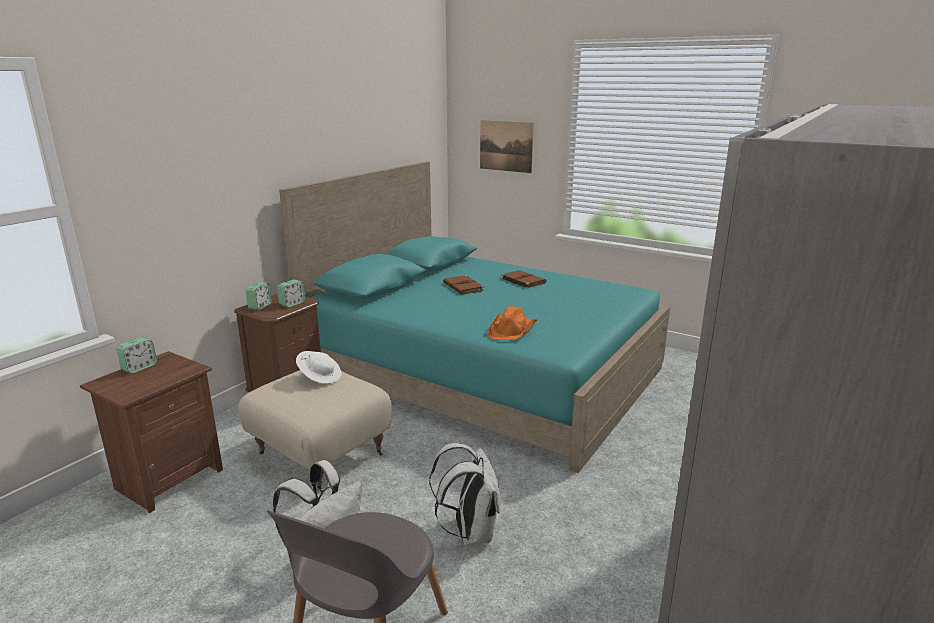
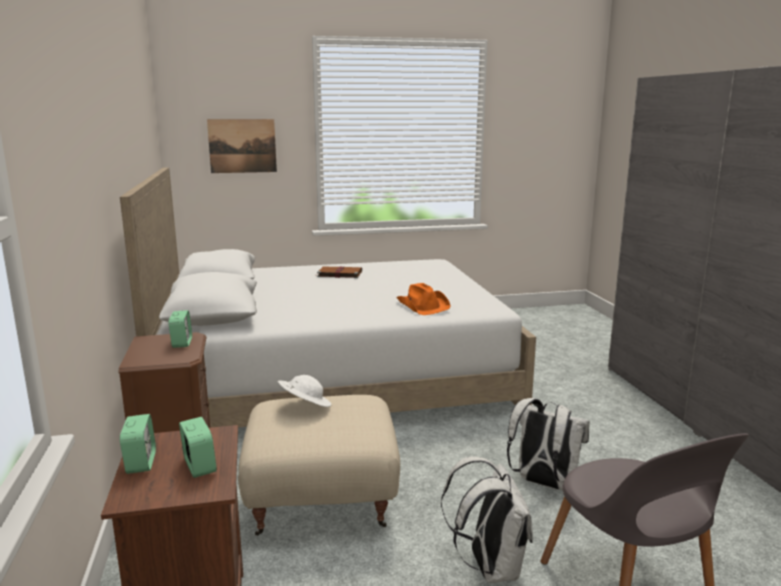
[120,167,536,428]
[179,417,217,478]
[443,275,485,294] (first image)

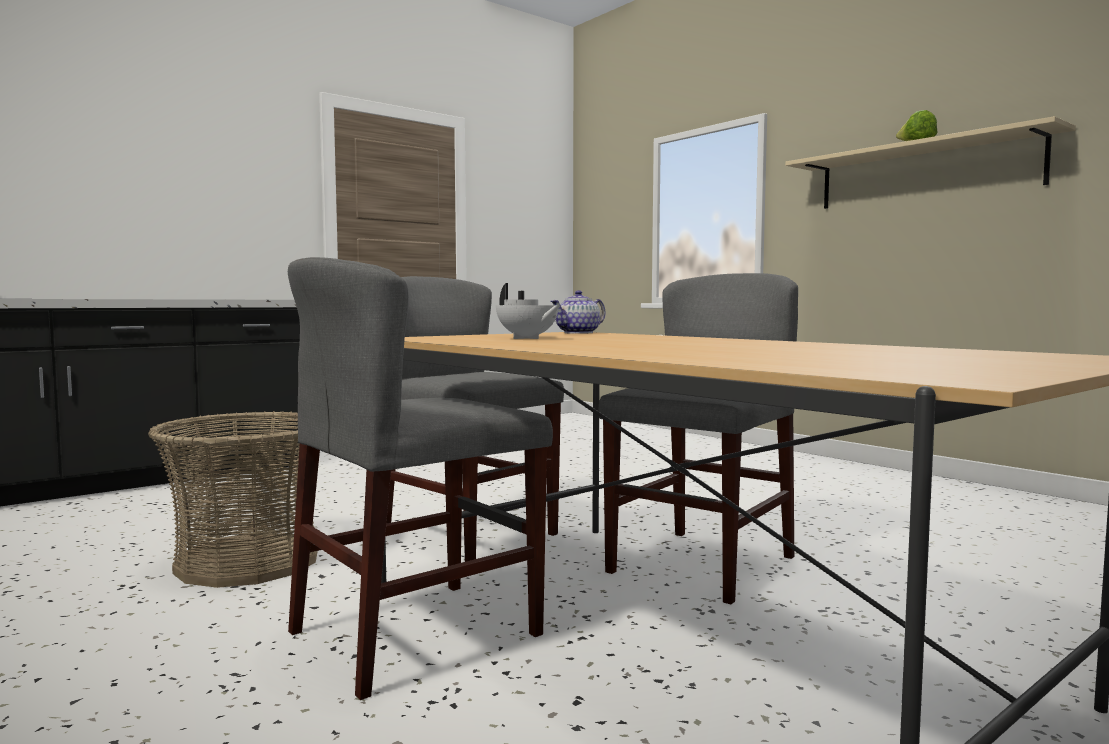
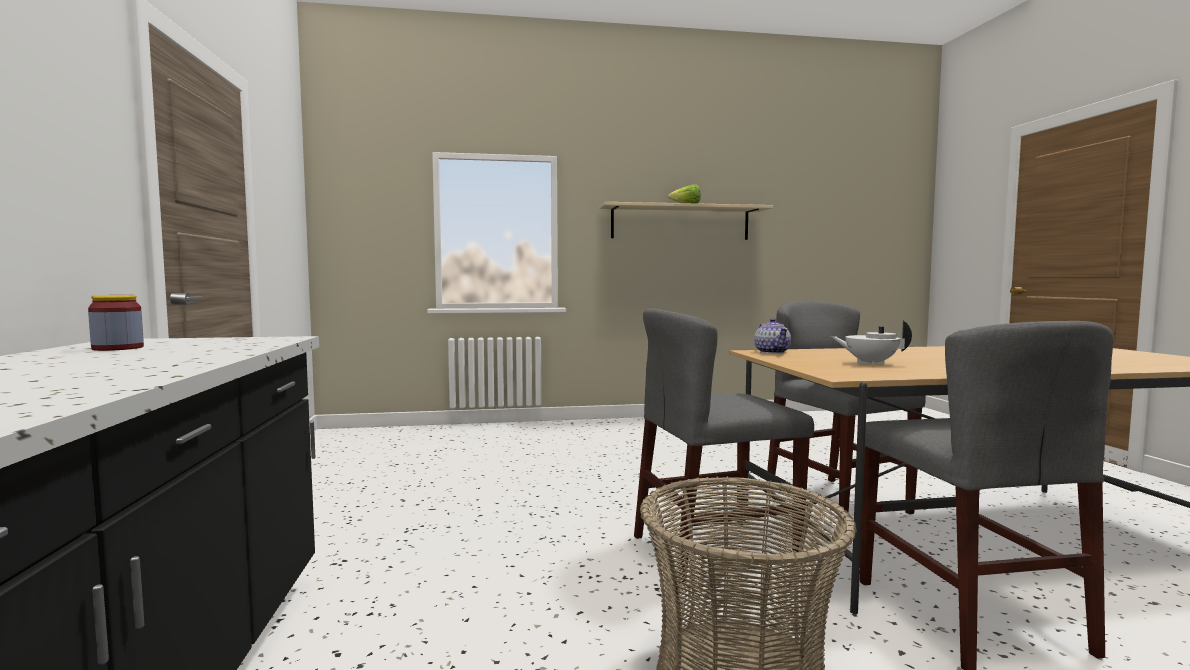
[88,295,144,351]
[831,321,912,365]

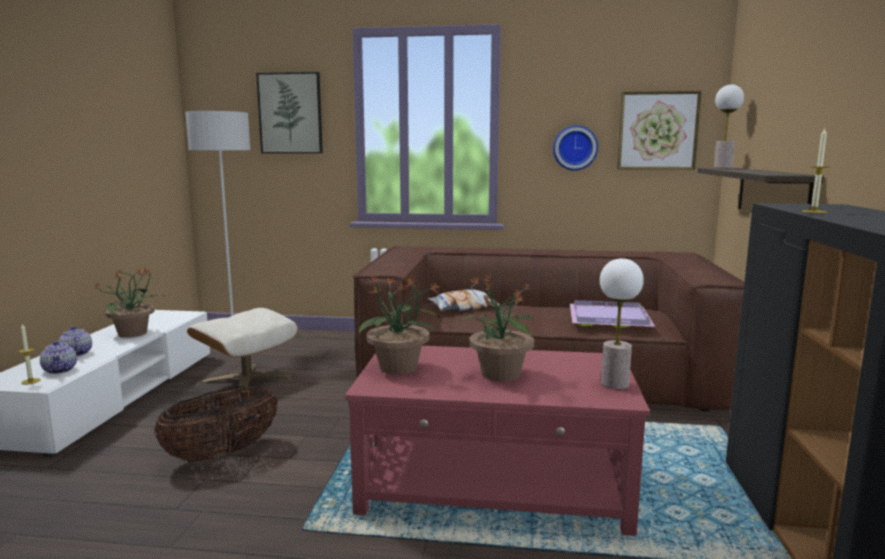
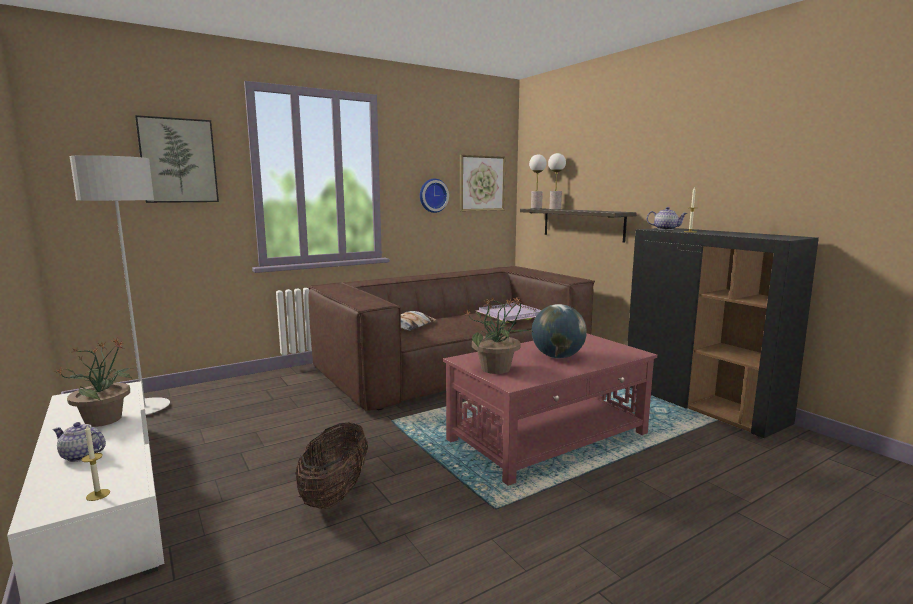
[532,304,587,358]
[548,153,566,209]
[647,207,688,230]
[187,308,298,395] (first image)

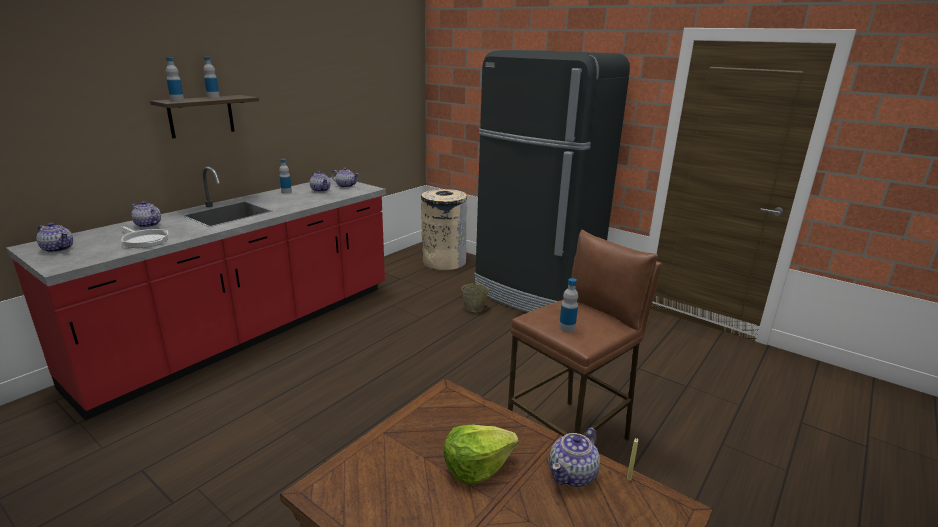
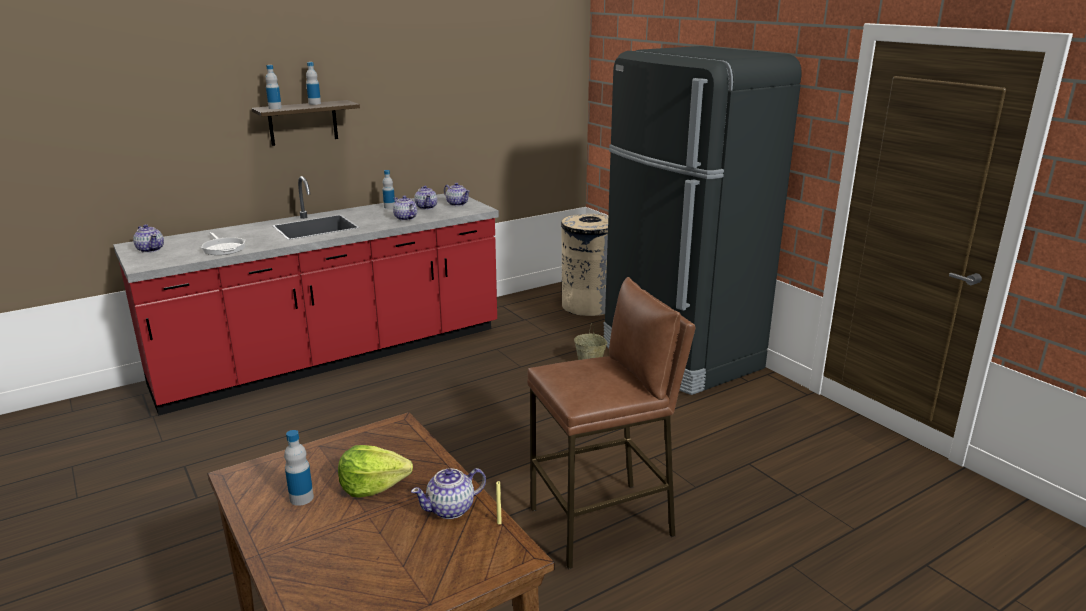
[284,430,314,506]
[393,196,417,221]

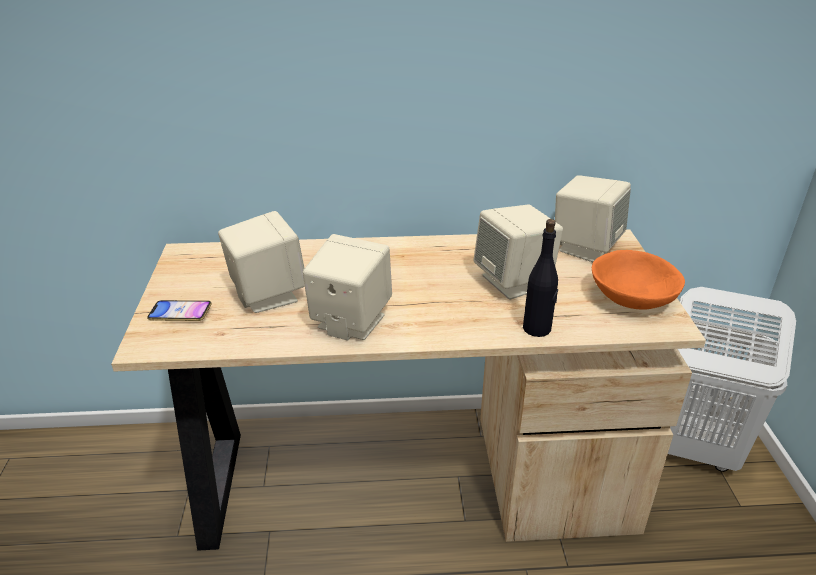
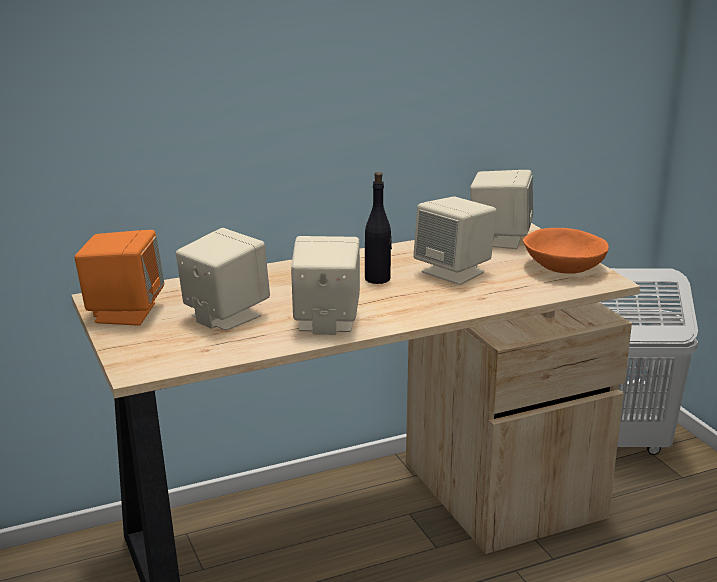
[75,230,164,326]
[365,172,392,284]
[147,300,212,321] (first image)

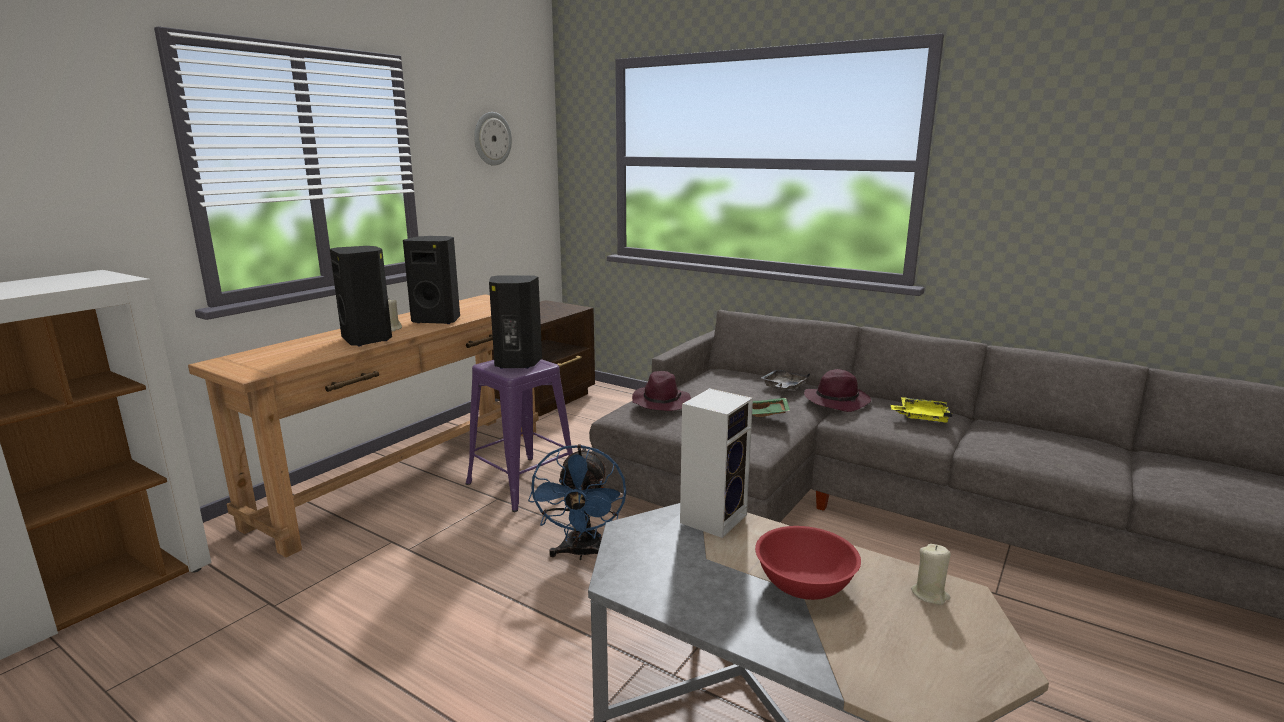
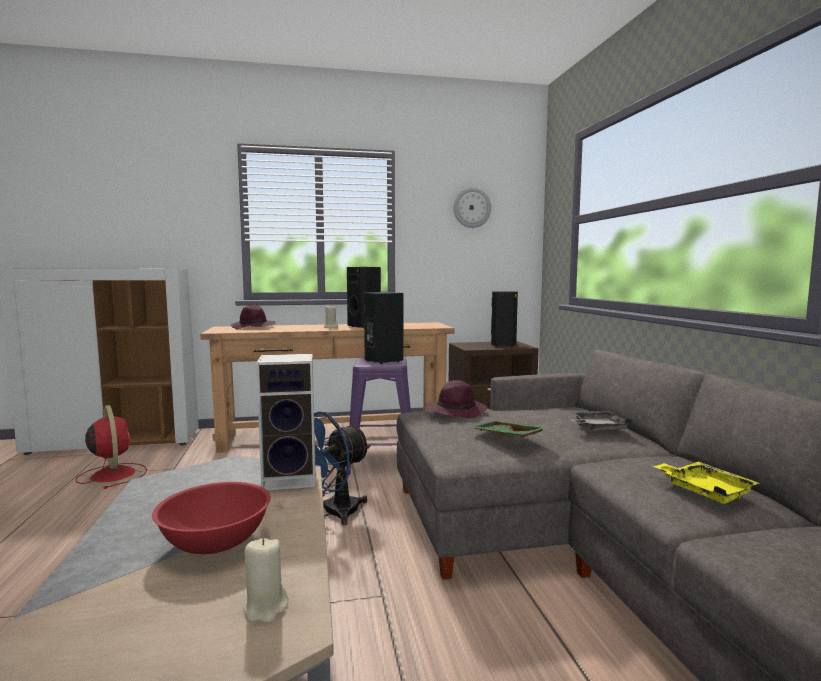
[75,405,147,489]
[231,305,276,329]
[491,291,518,346]

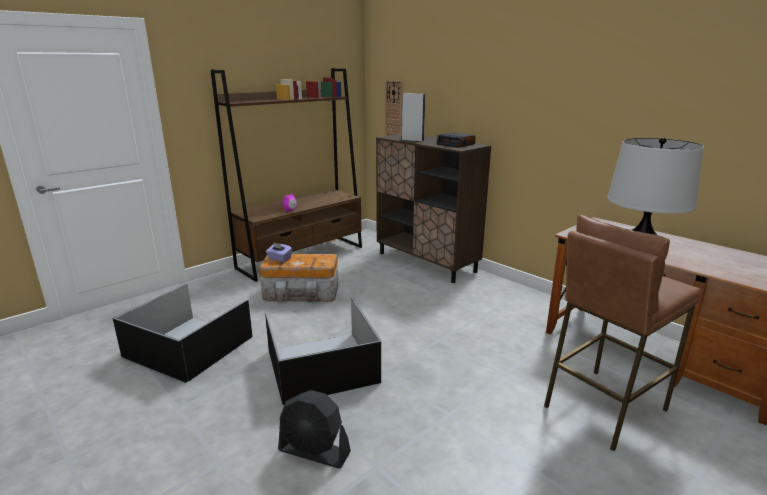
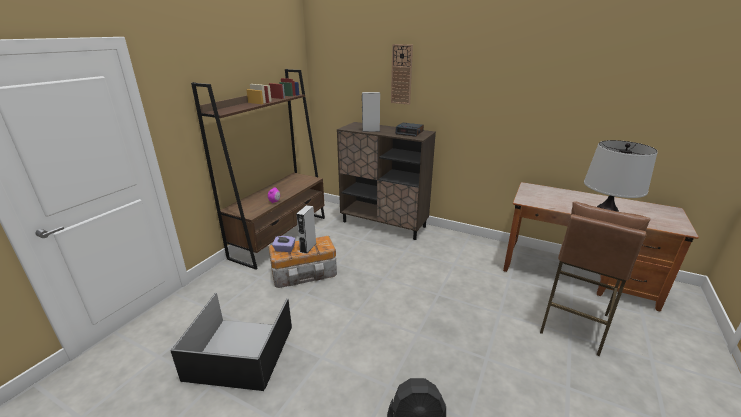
[296,205,316,254]
[391,44,413,105]
[265,298,381,405] (first image)

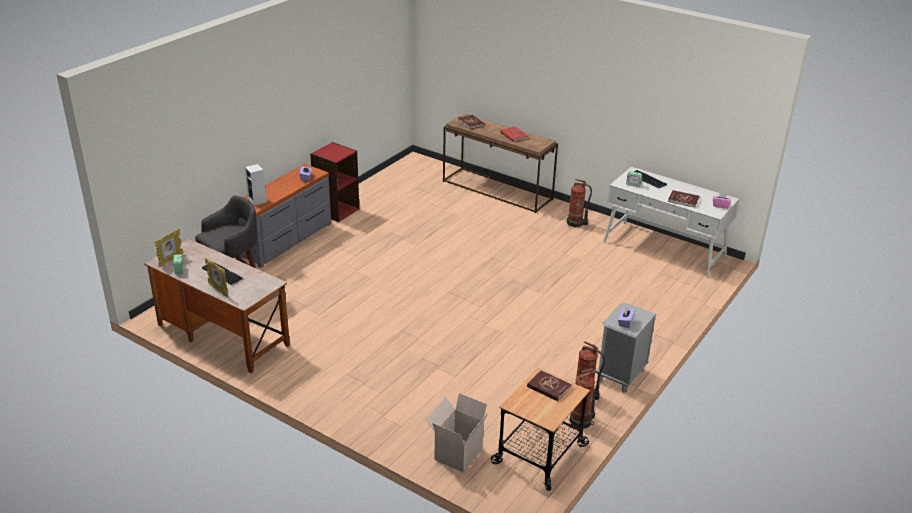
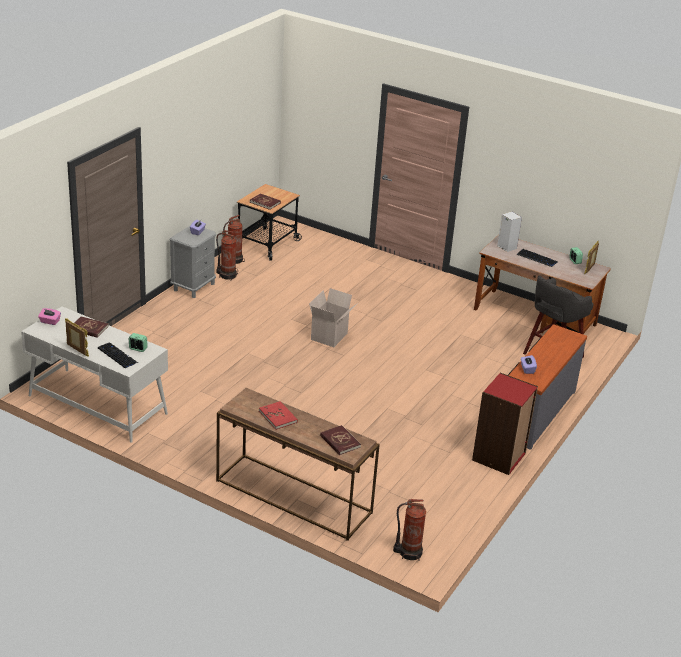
[65,318,89,357]
[309,288,358,347]
[393,499,426,561]
[497,211,522,252]

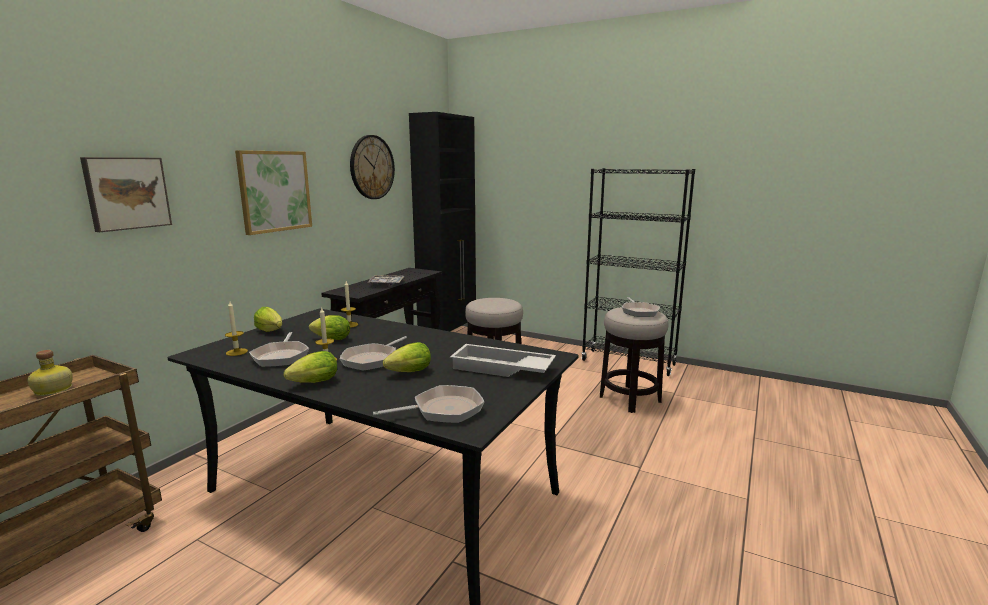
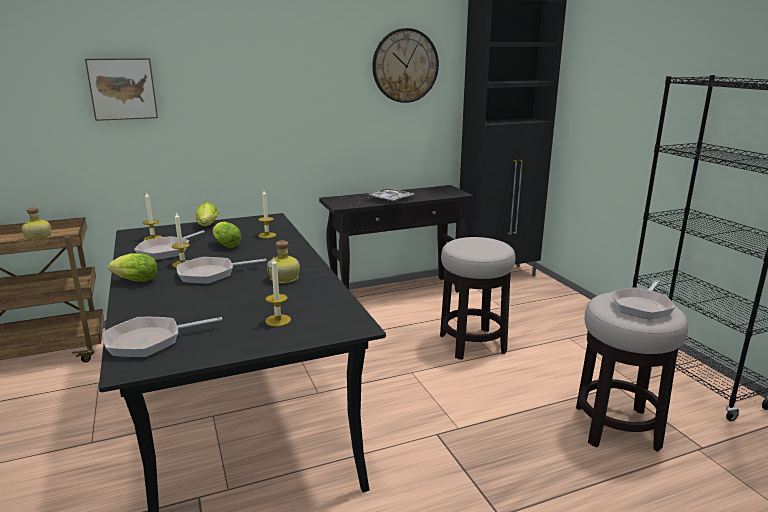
[103,317,222,357]
[265,256,291,326]
[267,241,300,283]
[235,150,312,235] (first image)
[383,342,431,372] (first image)

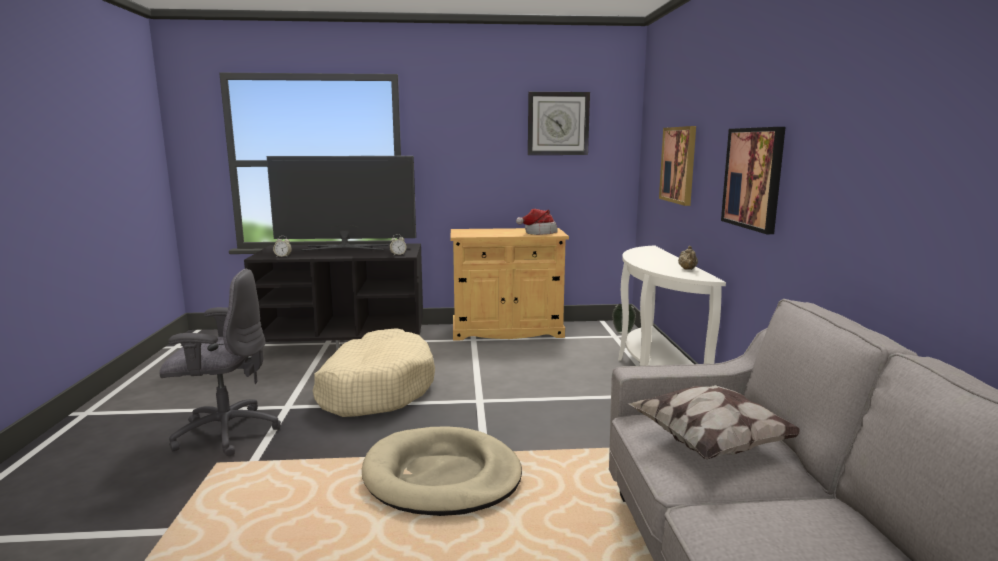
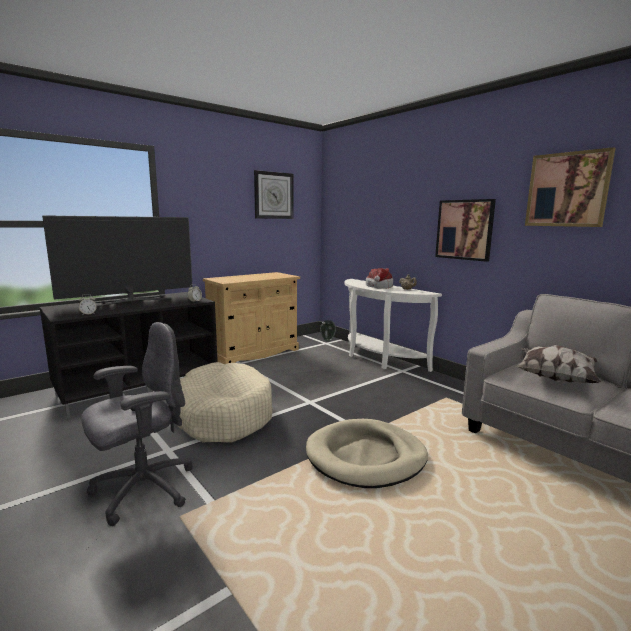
[366,268,393,289]
[525,147,615,227]

